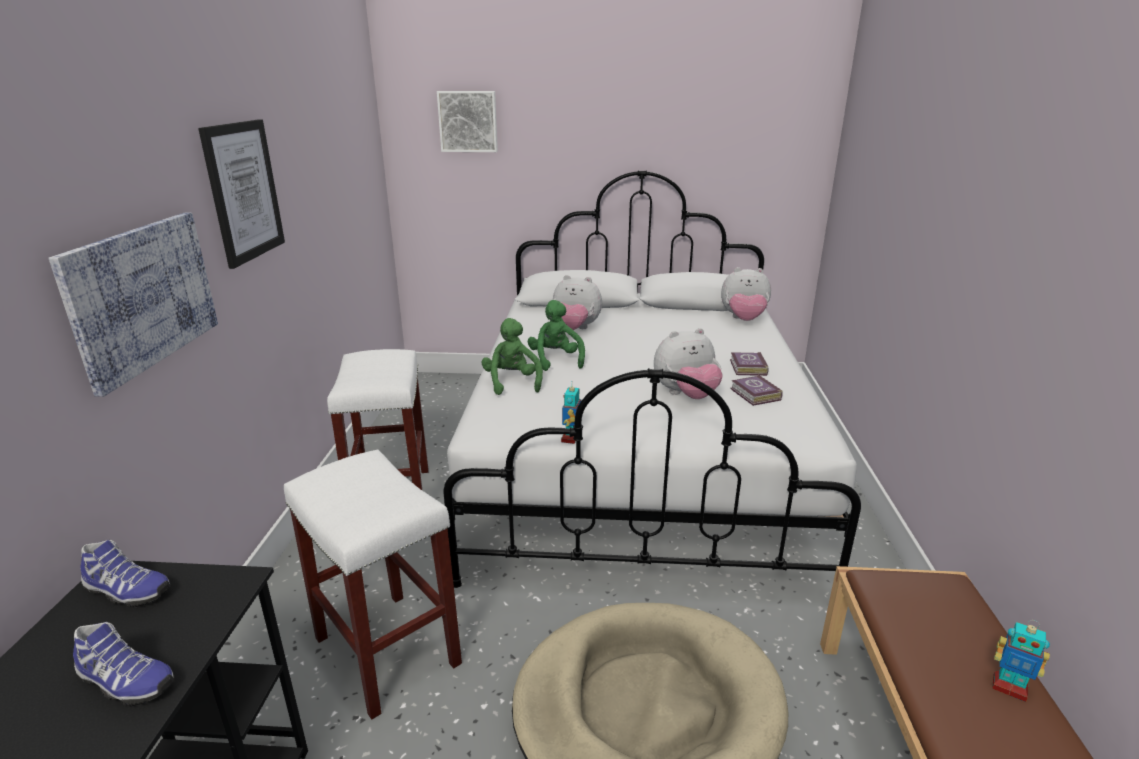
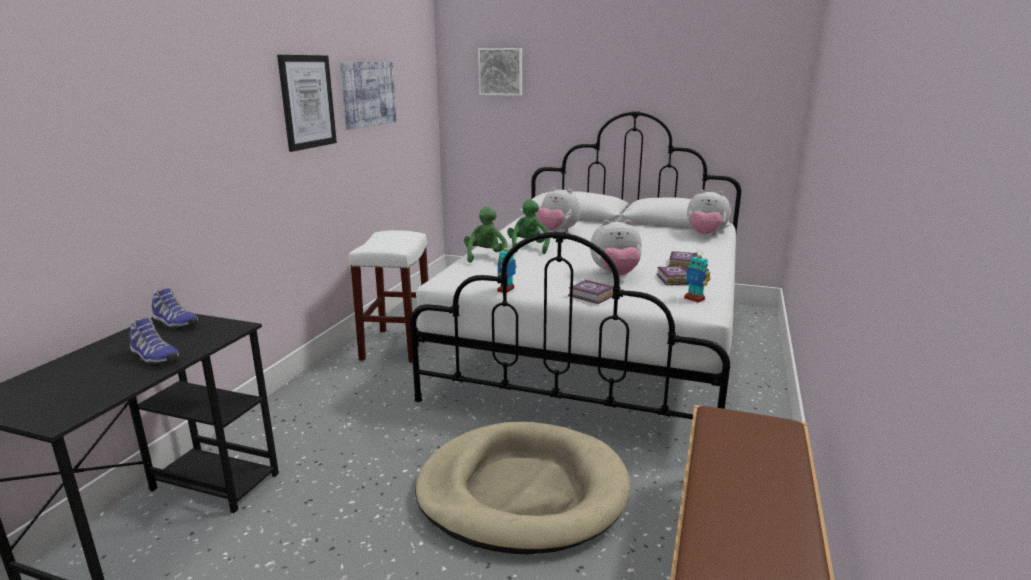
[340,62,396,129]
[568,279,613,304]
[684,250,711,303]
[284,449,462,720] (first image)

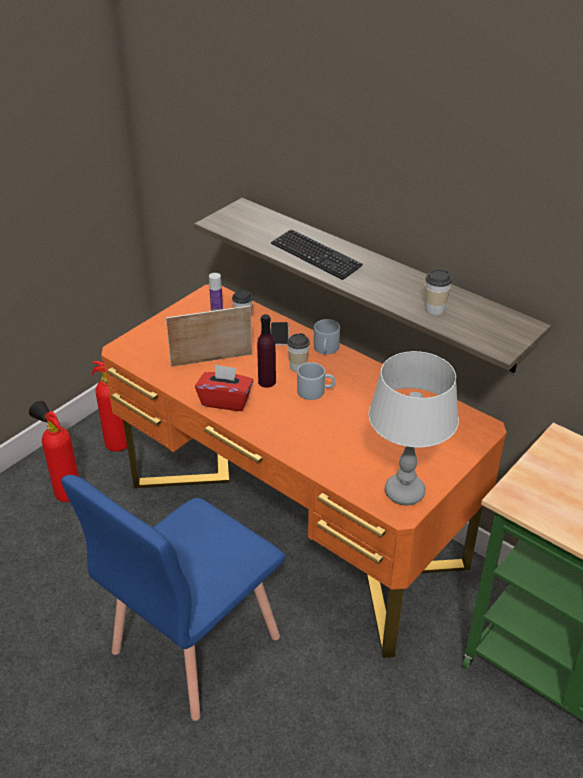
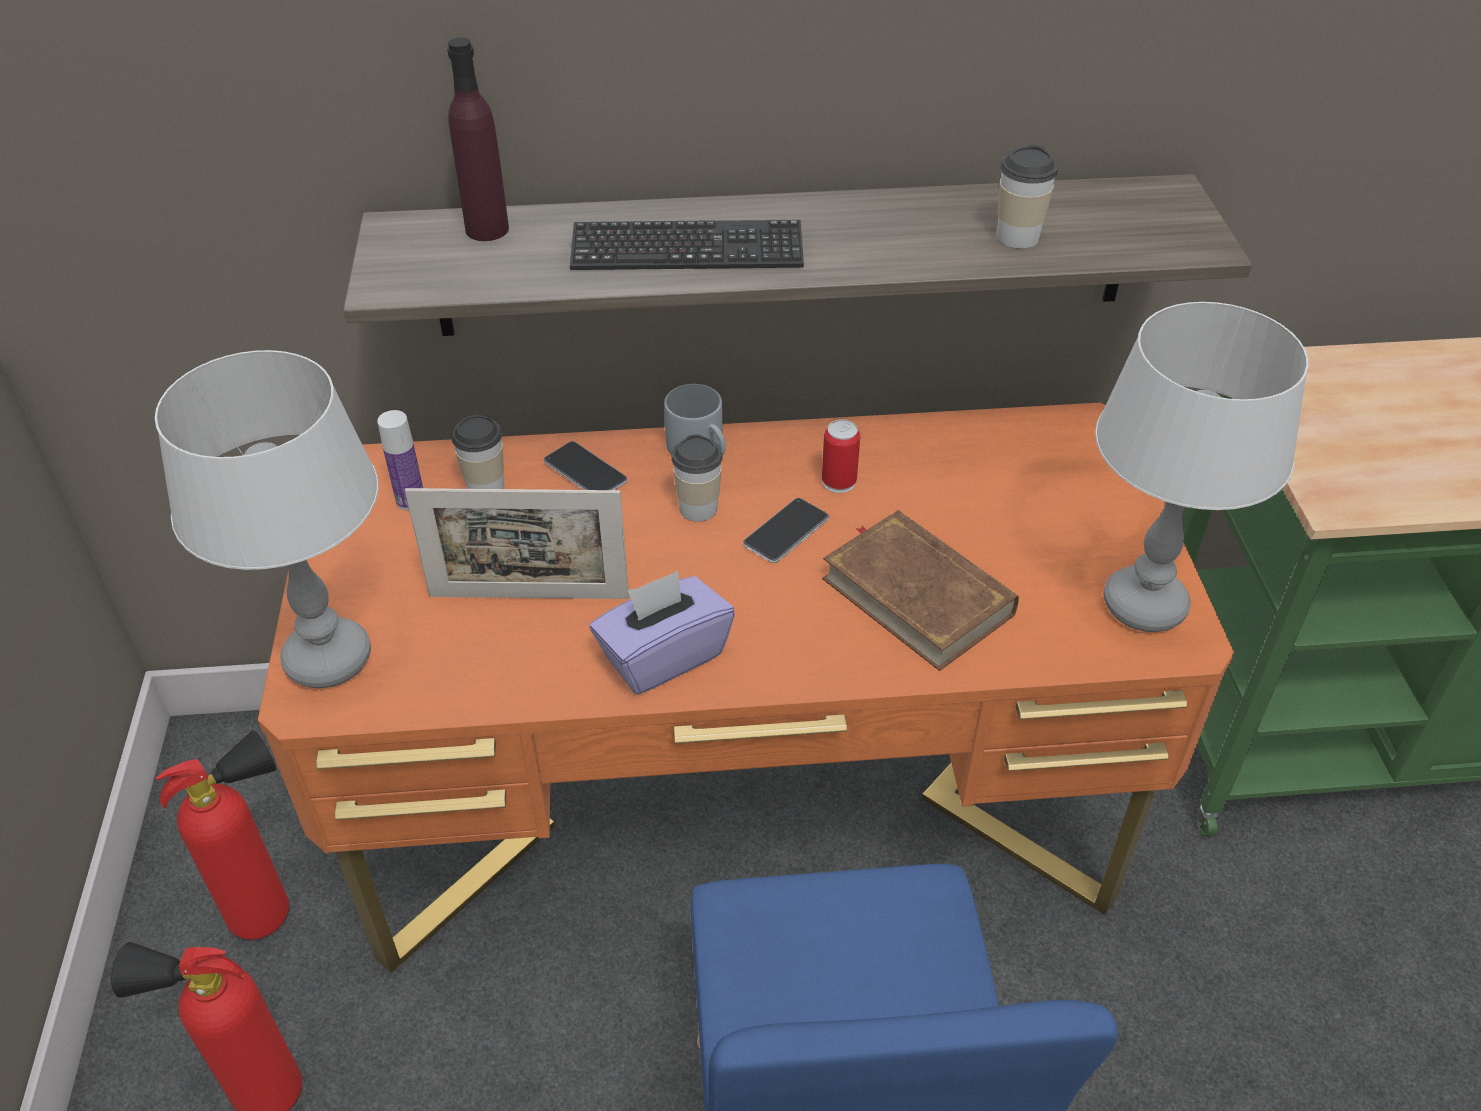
[155,350,379,688]
[405,488,629,599]
[447,37,509,241]
[590,571,735,694]
[743,498,829,563]
[822,419,860,493]
[822,510,1019,671]

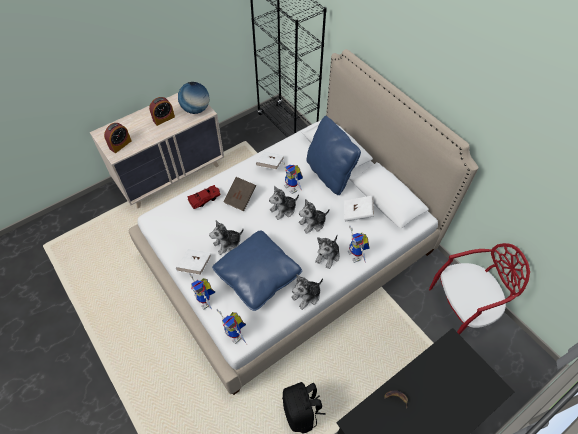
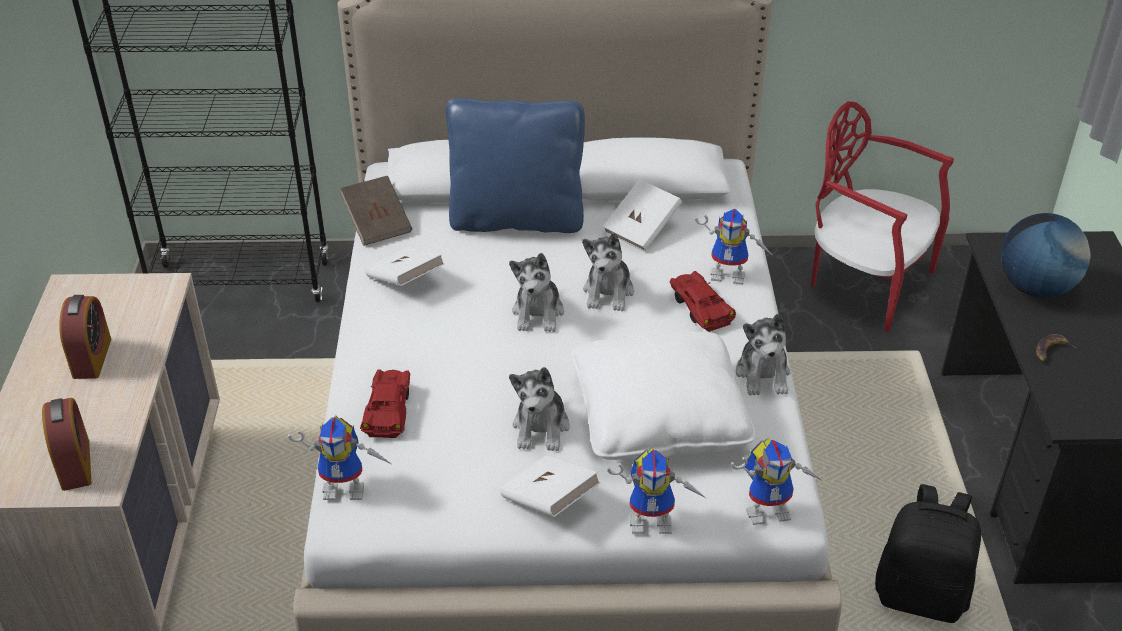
[288,415,393,500]
[340,176,412,246]
[572,332,756,460]
[670,271,736,332]
[811,101,954,332]
[1000,213,1090,298]

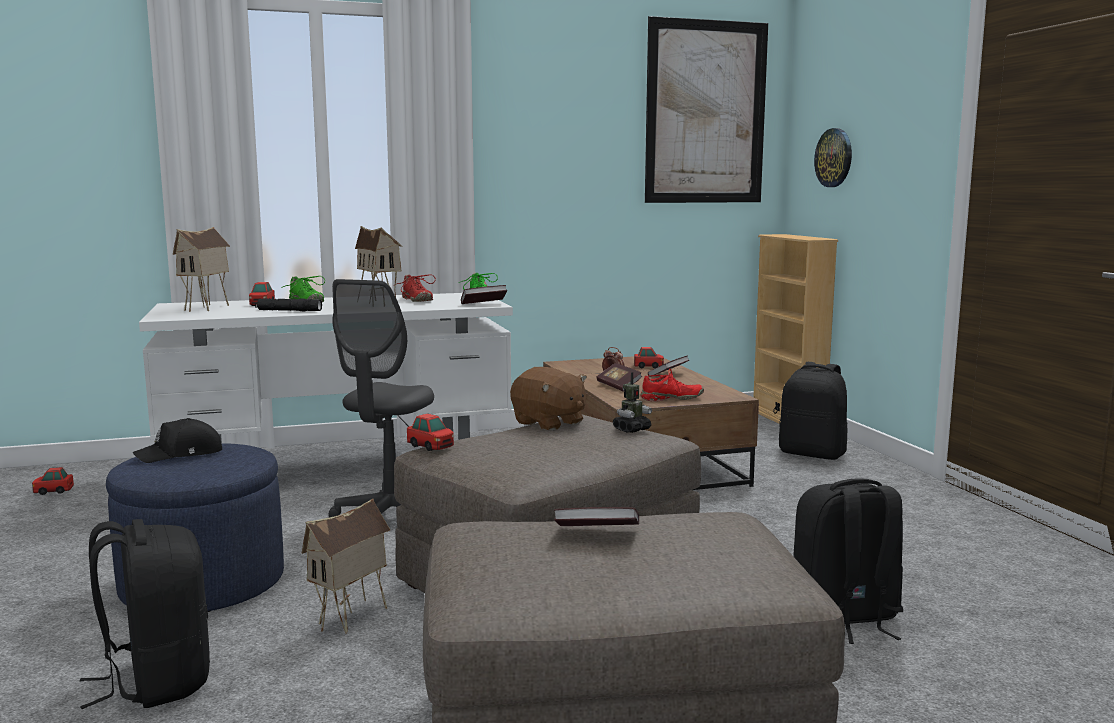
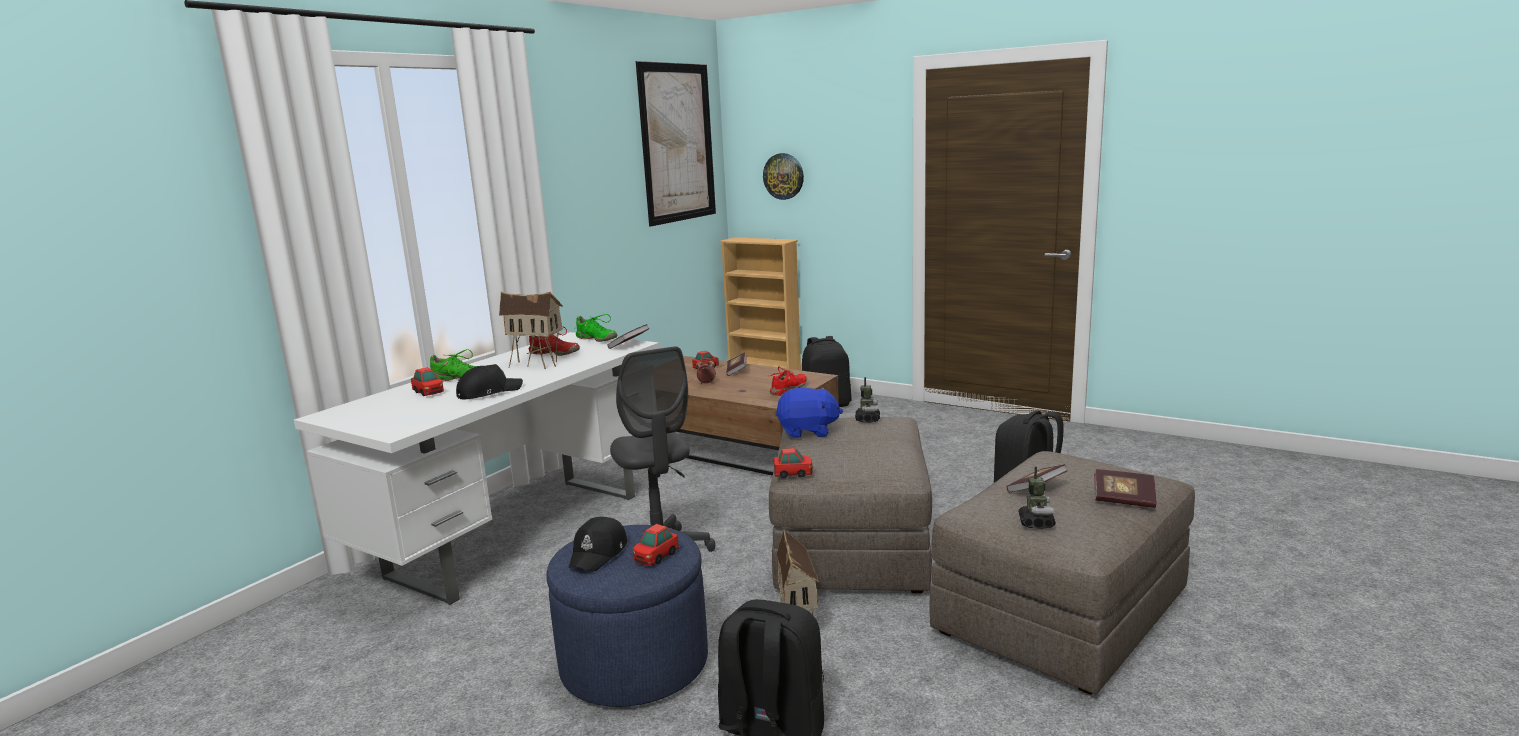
[456,364,523,399]
[633,524,679,566]
[776,387,843,438]
[1018,467,1056,529]
[1094,469,1157,508]
[173,227,230,312] (first image)

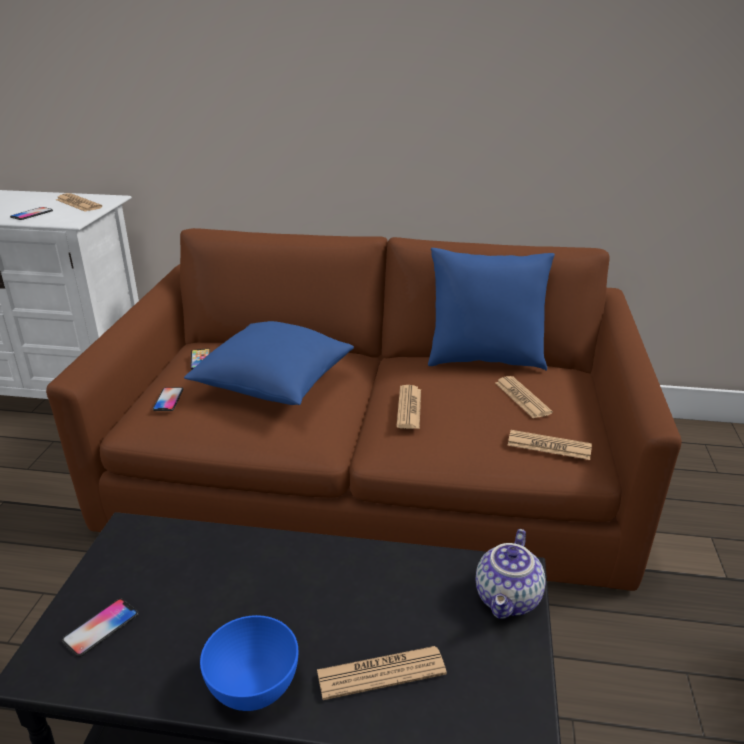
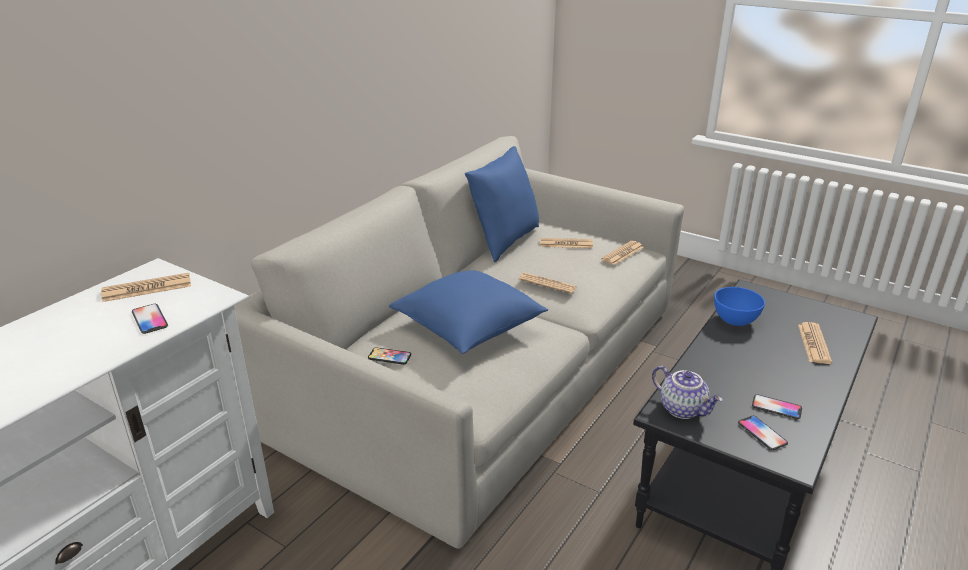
[234,136,684,549]
[652,366,723,419]
[714,287,765,326]
[752,394,802,419]

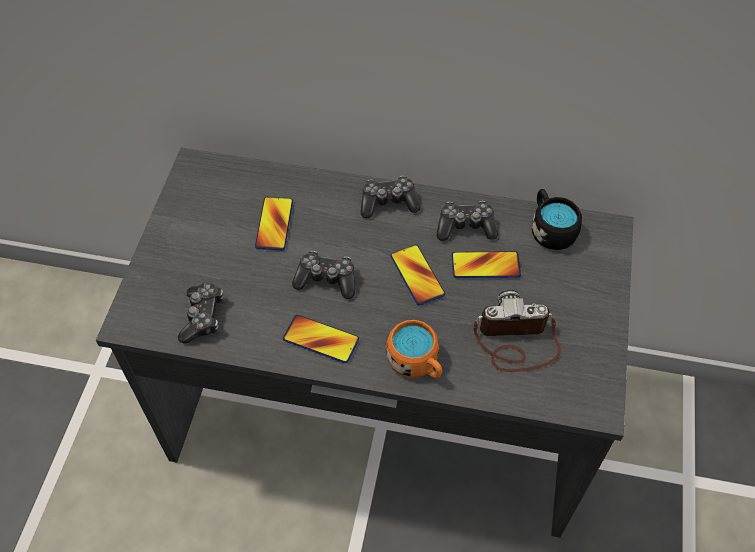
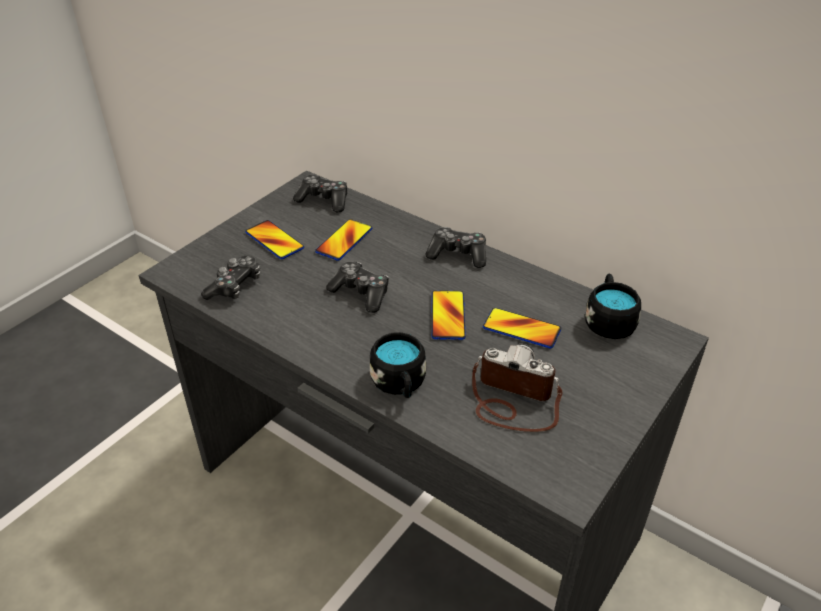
[245,220,304,259]
[293,175,347,213]
[370,332,426,398]

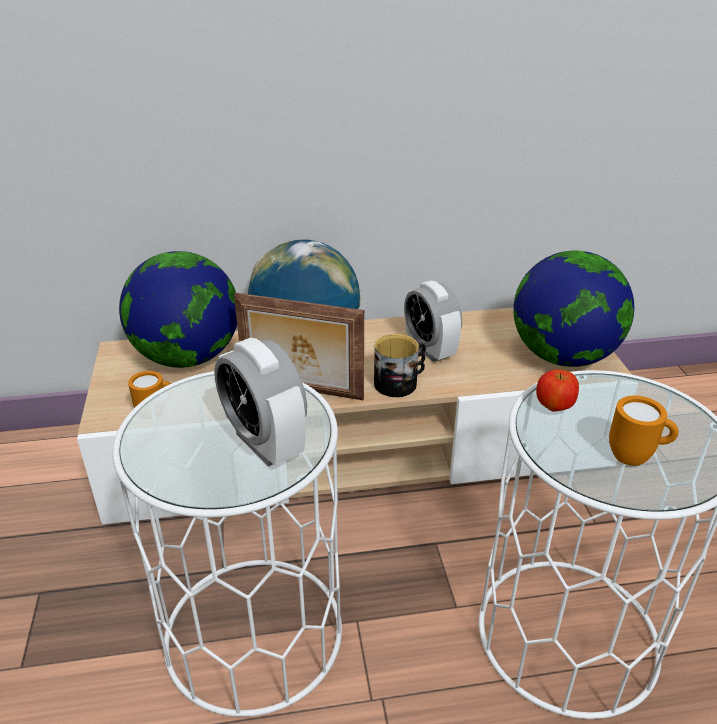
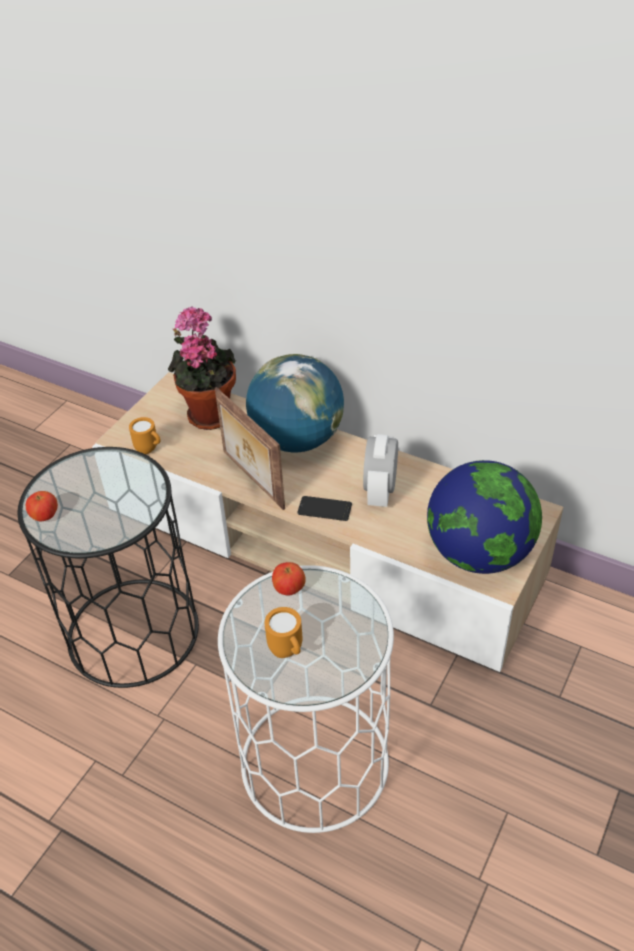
[18,447,199,688]
[26,491,58,522]
[168,307,236,430]
[297,496,352,521]
[214,338,307,467] (first image)

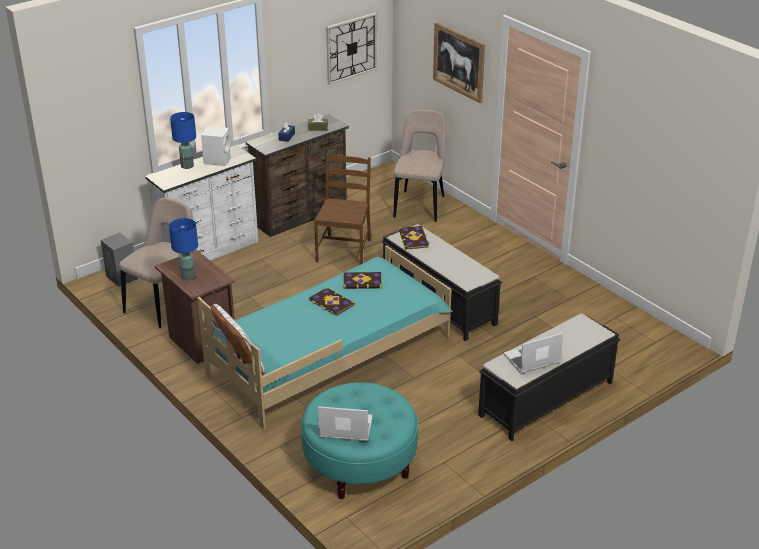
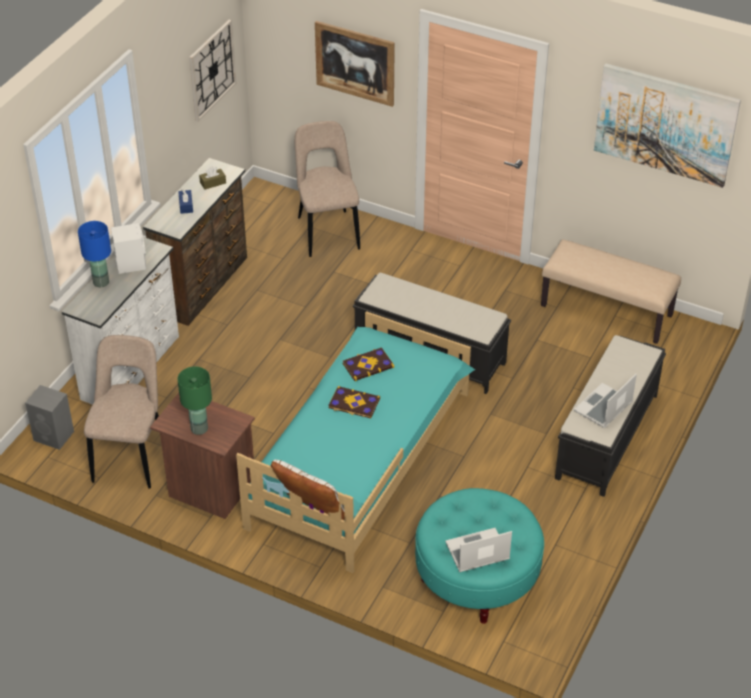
[178,367,212,435]
[541,240,681,344]
[594,63,741,188]
[314,153,371,265] (first image)
[399,226,430,250] (first image)

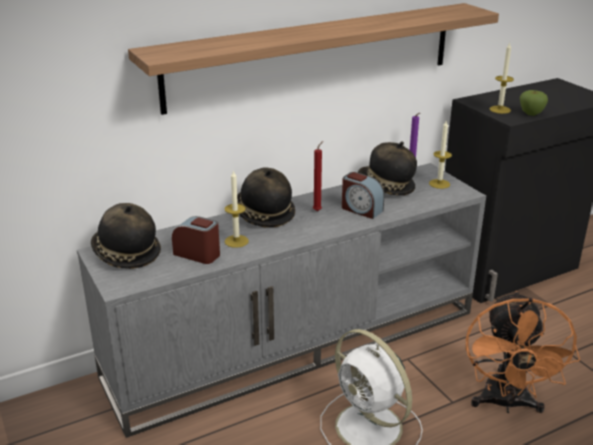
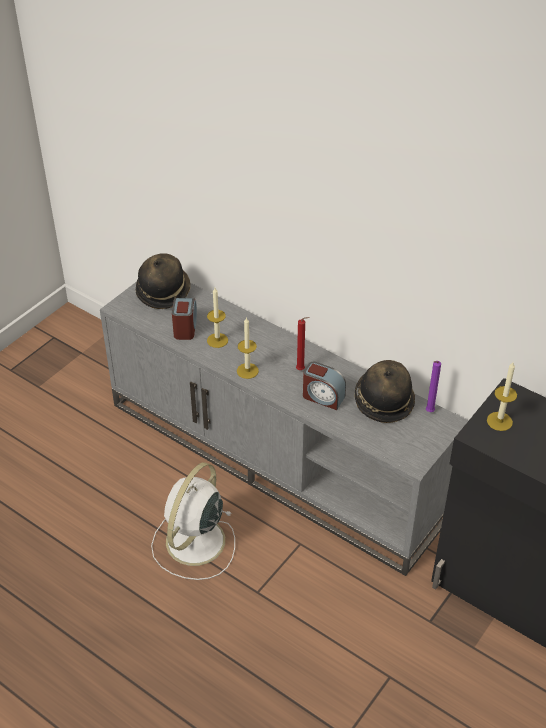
[237,317,259,379]
[303,362,346,410]
[128,3,499,115] (first image)
[237,167,295,227] (first image)
[466,291,580,413] (first image)
[520,90,548,116] (first image)

